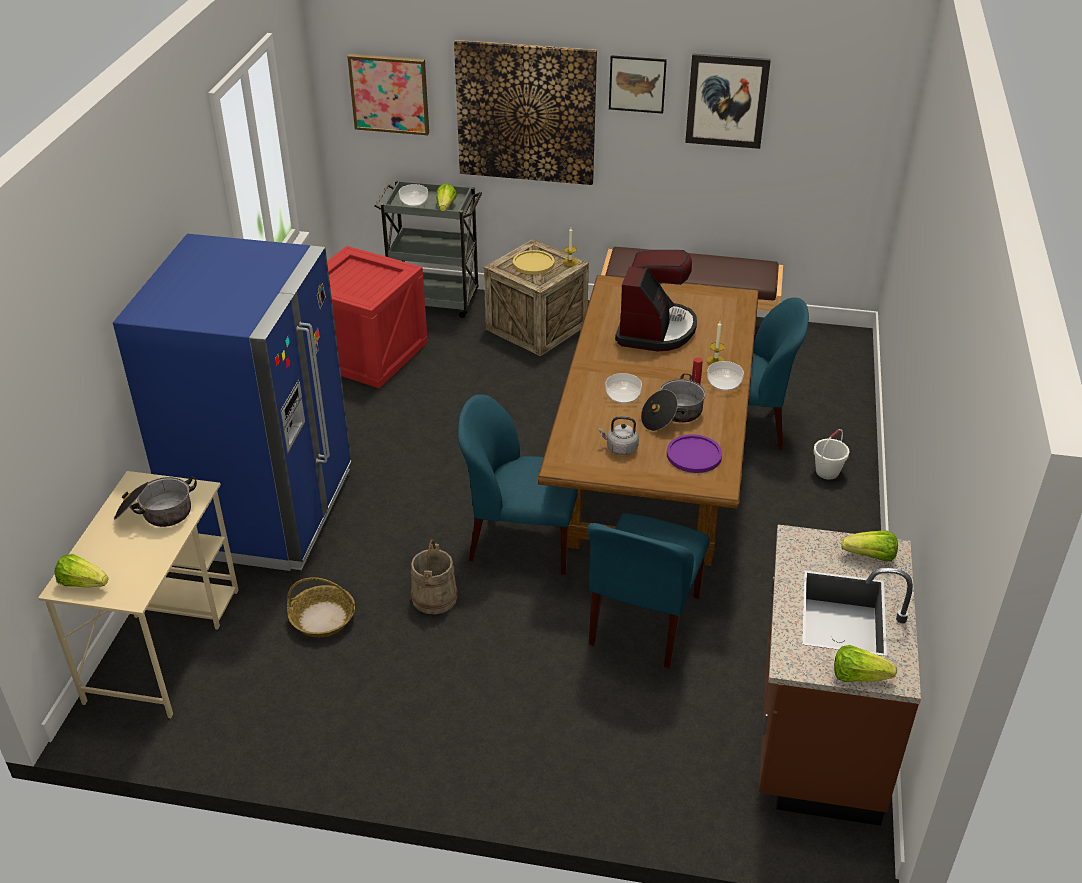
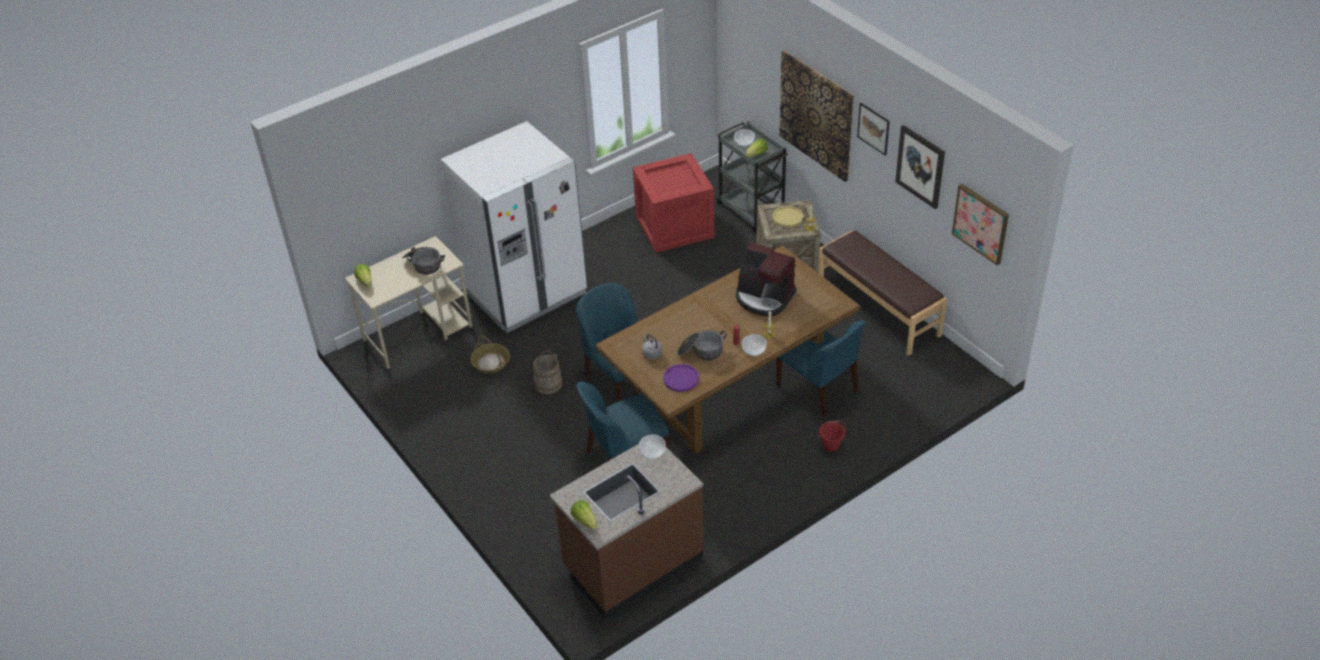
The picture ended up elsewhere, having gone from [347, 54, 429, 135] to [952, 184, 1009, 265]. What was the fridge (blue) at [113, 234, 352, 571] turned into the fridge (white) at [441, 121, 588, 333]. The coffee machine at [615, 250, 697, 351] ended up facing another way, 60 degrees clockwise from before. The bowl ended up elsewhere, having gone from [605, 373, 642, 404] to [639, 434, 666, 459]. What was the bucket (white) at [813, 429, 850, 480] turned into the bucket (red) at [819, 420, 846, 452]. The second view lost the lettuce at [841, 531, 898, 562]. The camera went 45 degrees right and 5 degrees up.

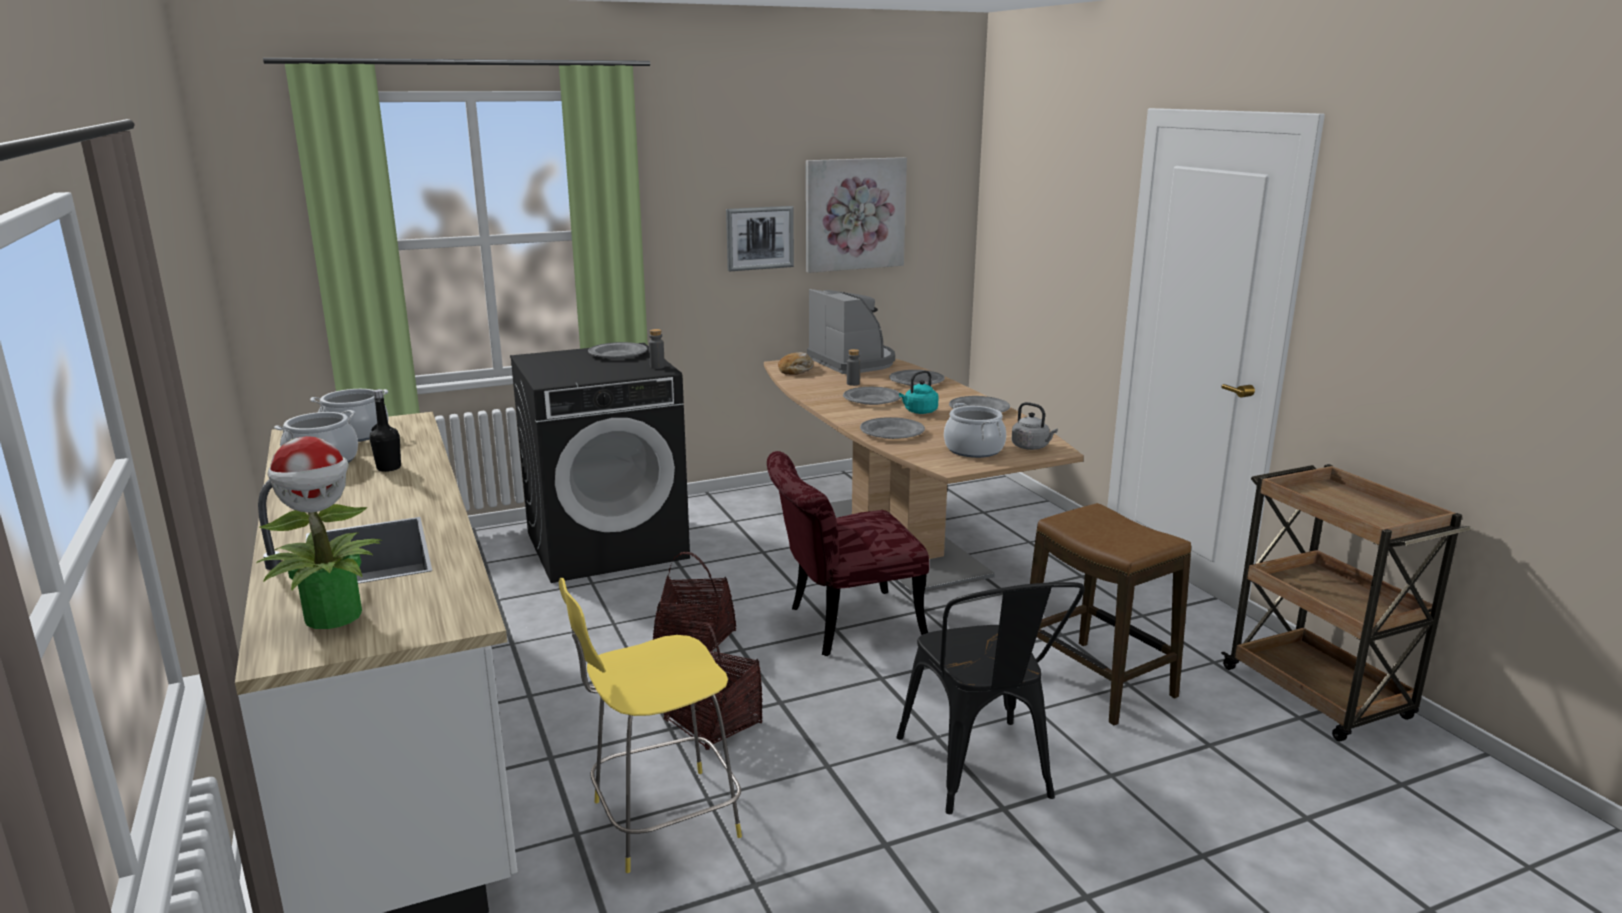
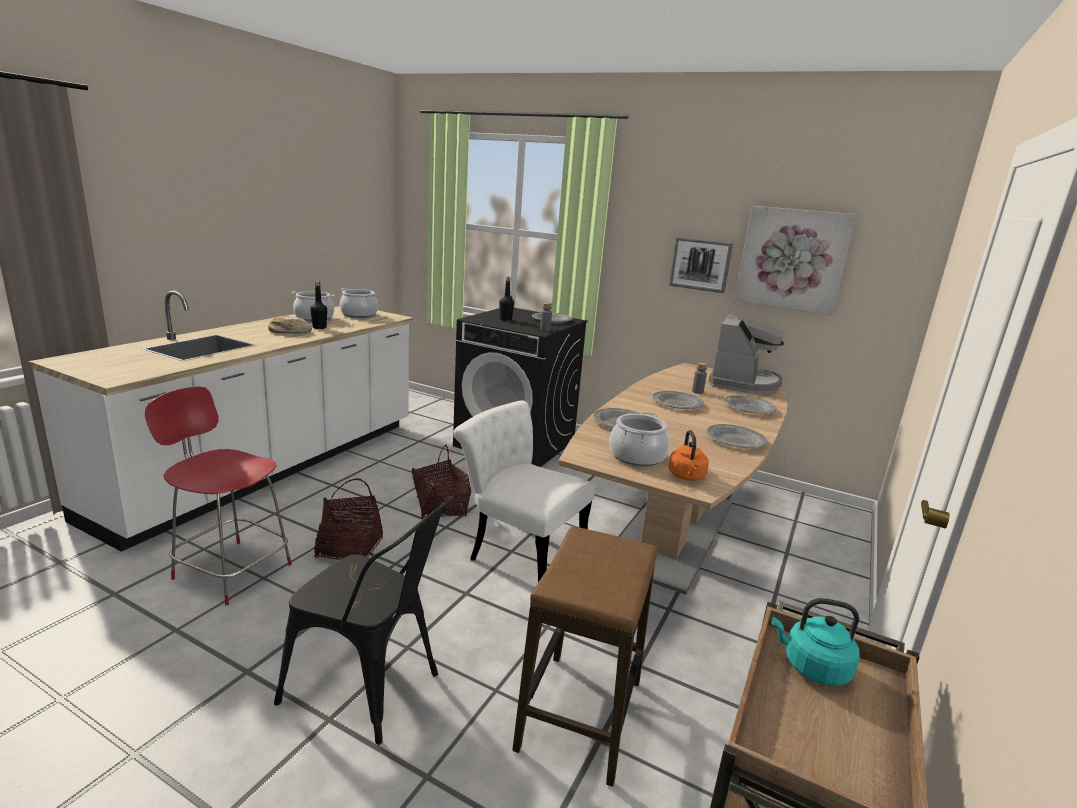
The bread ended up elsewhere, having gone from [778, 352, 813, 375] to [268, 316, 312, 334]. The kettle (turquoise) ended up elsewhere, having gone from [899, 370, 939, 414] to [772, 598, 860, 686]. What was the kettle (grey) at [1012, 402, 1058, 450] turned into the kettle (orange) at [669, 430, 709, 481]. The second view lost the potted plant at [256, 436, 382, 629]. What was the chair (red) at [767, 451, 929, 656] turned into the chair (white) at [453, 401, 595, 582]. What was the stool (yellow) at [559, 578, 742, 873] turned into the stool (red) at [145, 386, 292, 606]. The chair (black) at [896, 582, 1085, 814] ended up facing another way, 105 degrees counterclockwise from before. The second view gained the bottle (black) at [499, 276, 514, 321]. The camera went 50 degrees right and 0 degrees up.

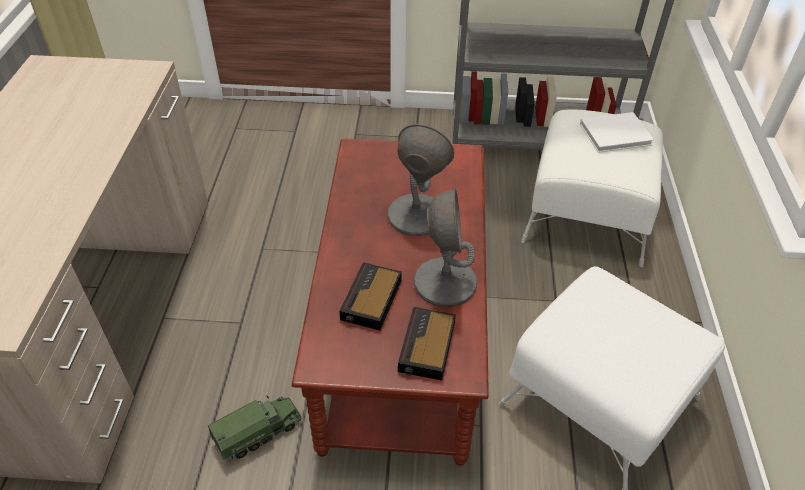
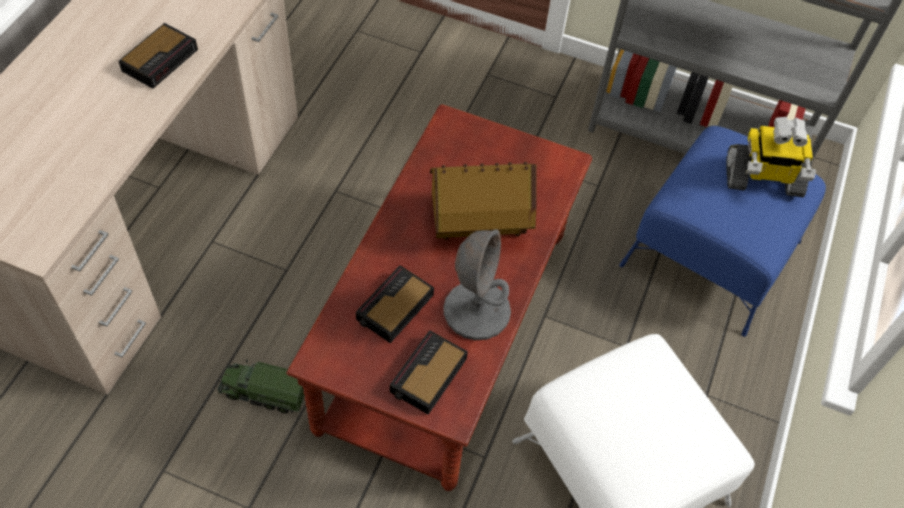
What was the ottoman (white) at [521, 109, 663, 267] turned into the ottoman (blue) at [619, 126, 826, 337]. Where the book (white) stood at [580, 112, 654, 153], the toy robot came to stand at [726, 117, 816, 197]. Where the table lamp (grey) stood at [387, 124, 454, 236], the toy house came to stand at [430, 162, 536, 240]. The toy truck at [208, 395, 301, 460] ended up facing another way, 150 degrees counterclockwise from before. The second view gained the alarm clock at [119, 23, 198, 89]. The camera went 15 degrees right and 10 degrees up.

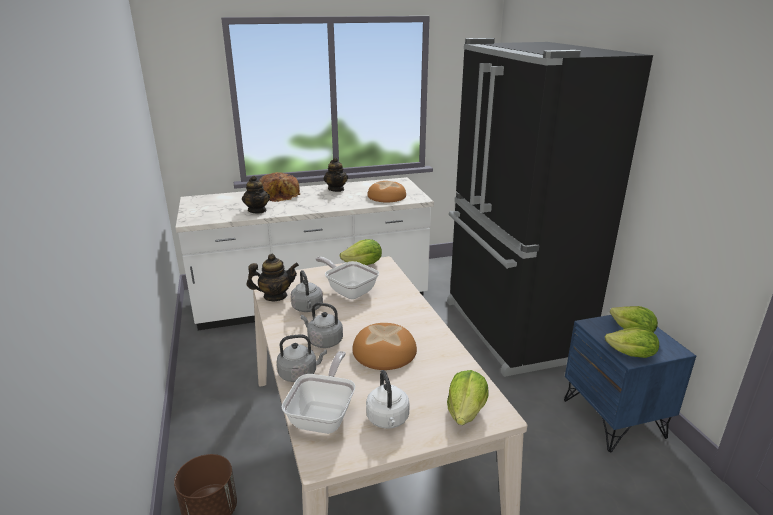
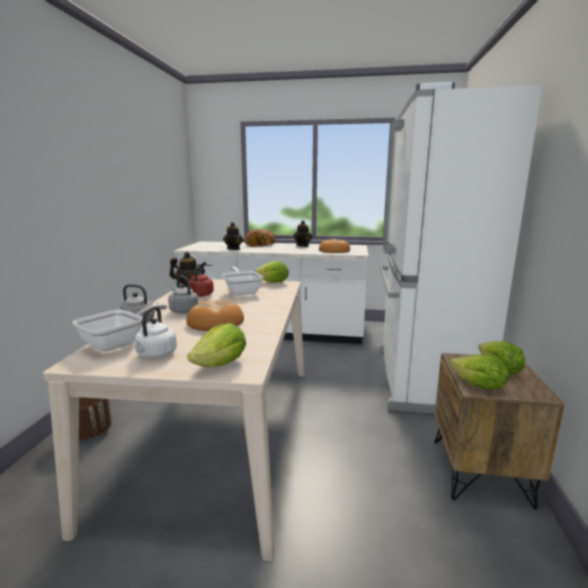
What was the fridge (black) at [447, 38, 653, 377] turned into the fridge (white) at [380, 82, 542, 414]. What was the kettle (grey) at [291, 270, 323, 312] turned into the kettle (red) at [189, 264, 214, 297]. What was the nightstand (blue) at [564, 315, 696, 452] turned into the nightstand (brown) at [435, 353, 565, 510]. The camera went 25 degrees right and 10 degrees down.

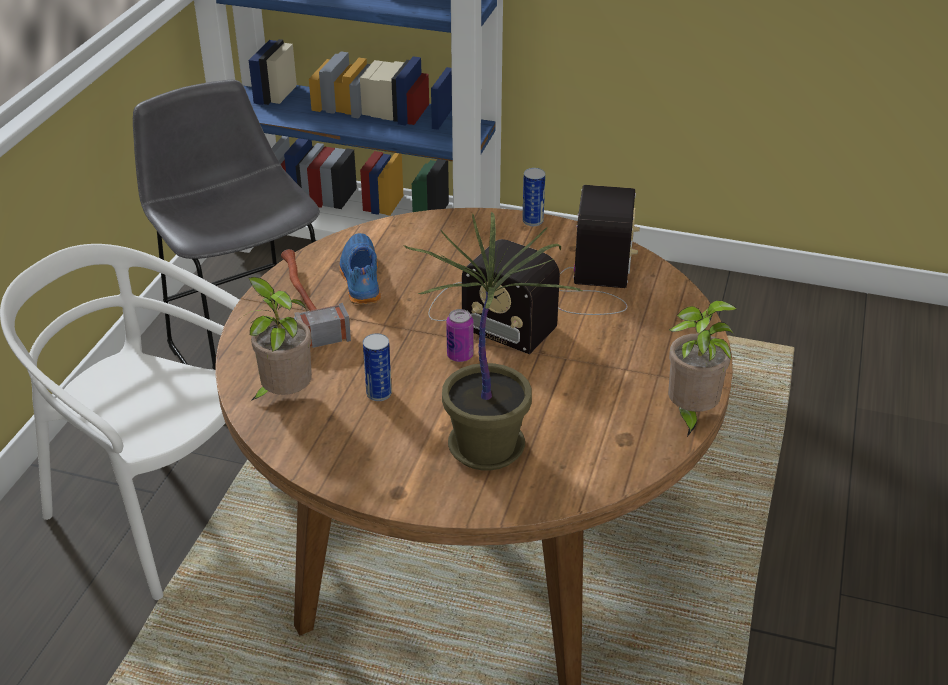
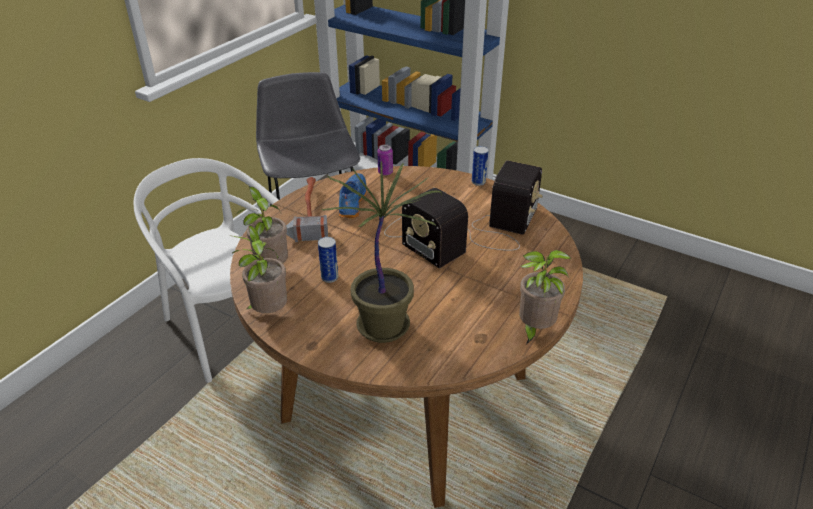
The can ended up elsewhere, having gone from [446, 309, 474, 362] to [377, 144, 393, 176]. The second view gained the potted plant at [229, 225, 287, 313]. The camera went 15 degrees right and 0 degrees up.

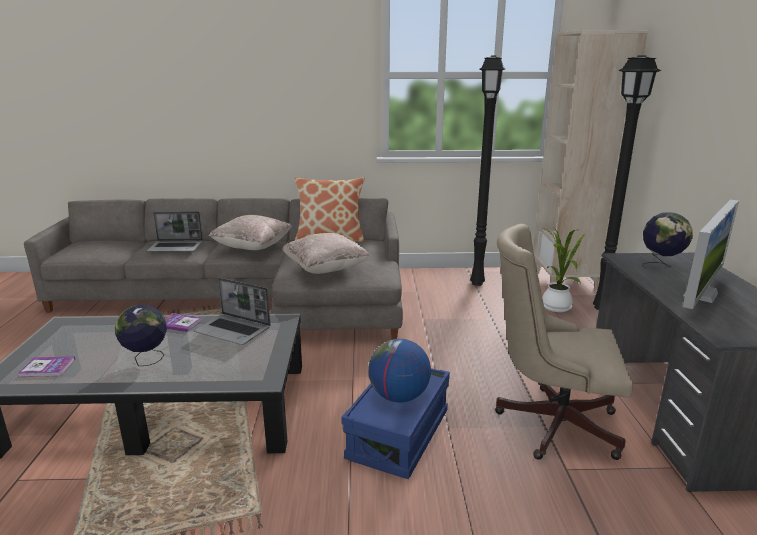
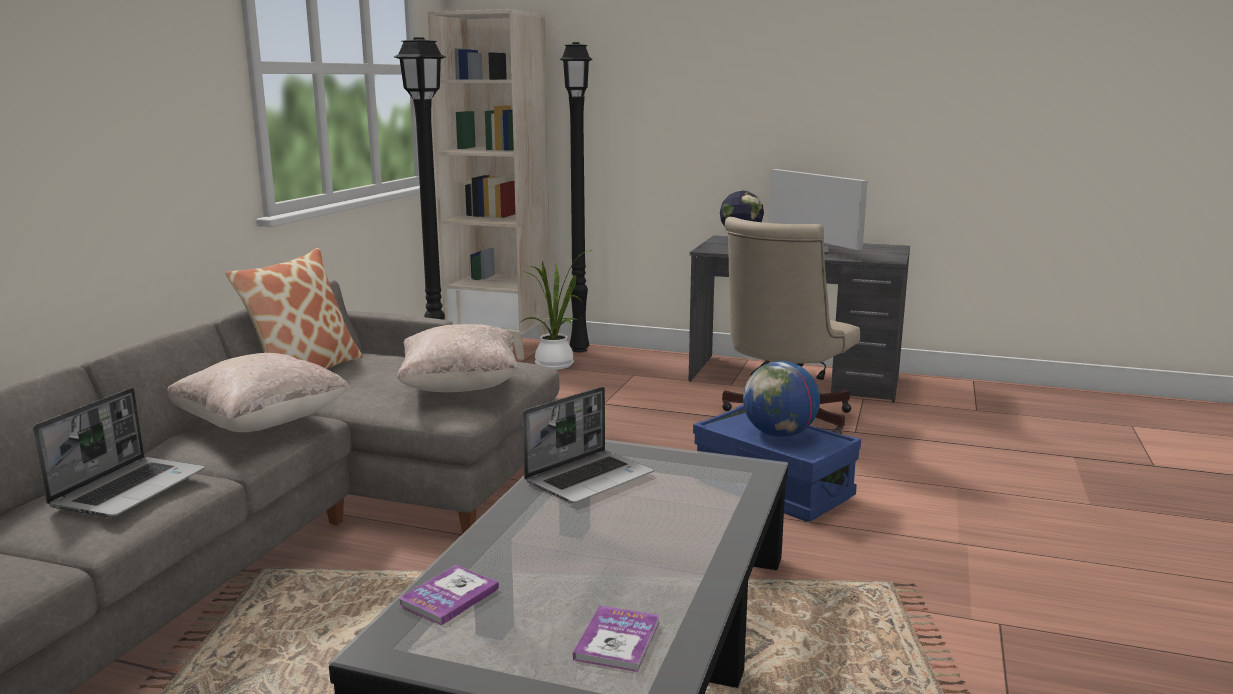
The second view lost the globe at [115, 305, 167, 366]. The book ended up elsewhere, having gone from [165, 313, 203, 332] to [398, 565, 499, 626]. The camera went 70 degrees left and 5 degrees down.

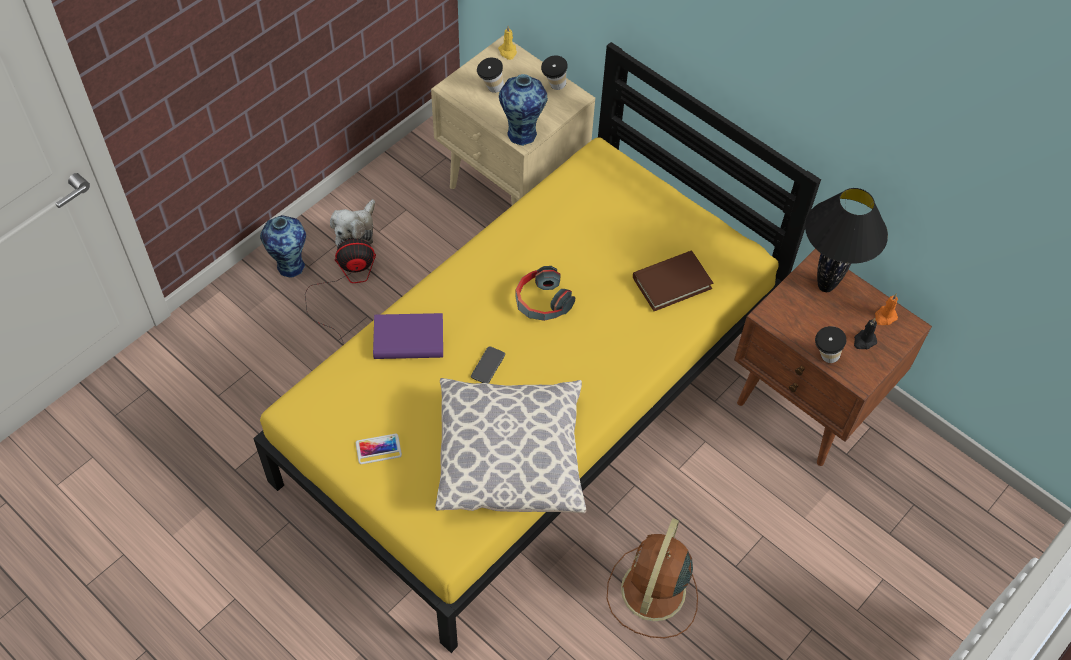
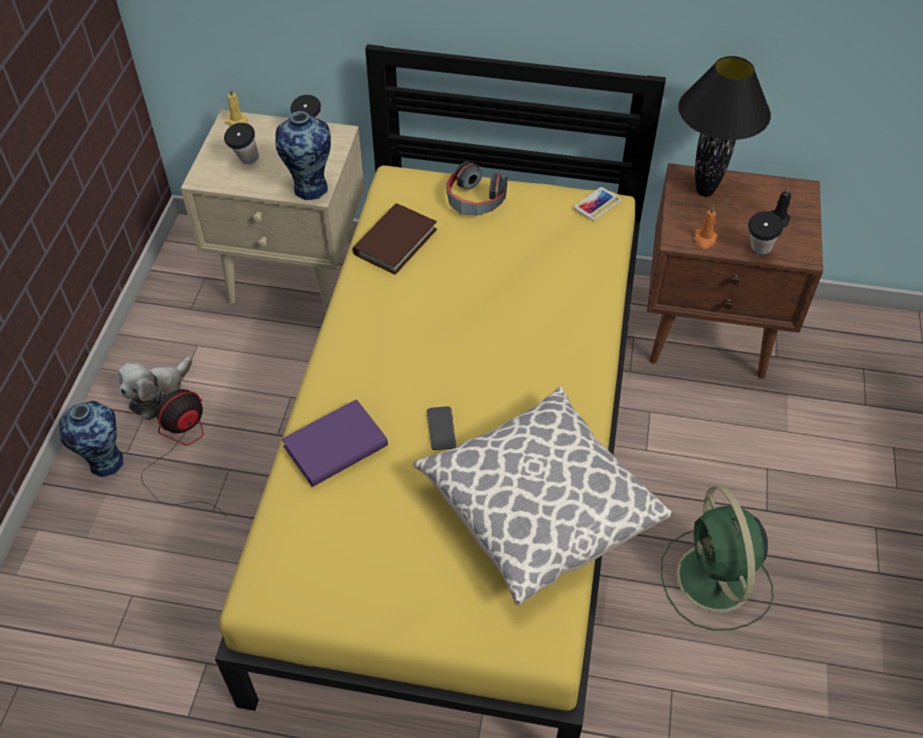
The plush toy at [330, 199, 375, 248] ended up facing another way, 45 degrees clockwise from before. The book (brown) ended up elsewhere, having gone from [633, 251, 713, 311] to [352, 203, 437, 274]. The headphones ended up elsewhere, having gone from [515, 266, 575, 321] to [447, 161, 507, 216]. The candle (orange) ended up elsewhere, having gone from [875, 294, 898, 325] to [694, 205, 718, 249]. The phone ended up elsewhere, having gone from [356, 434, 402, 464] to [574, 187, 621, 220]. What was the fan (brown) at [607, 518, 698, 638] turned into the fan (green) at [661, 486, 773, 630]. The camera went 30 degrees left and 5 degrees down.

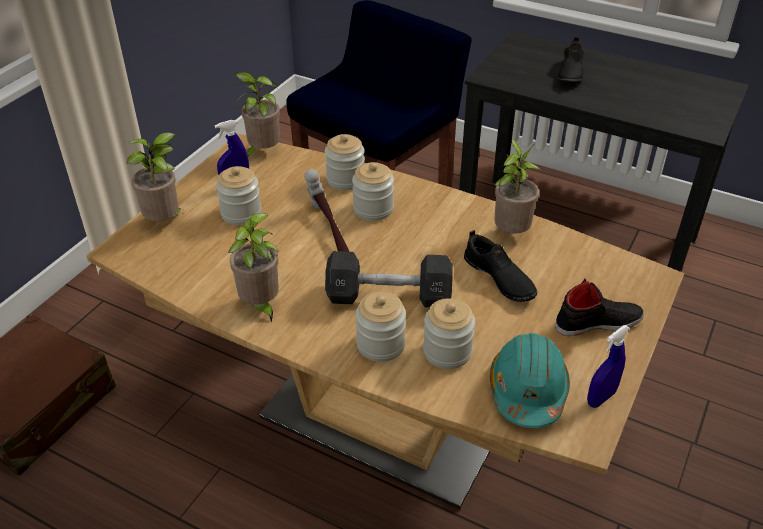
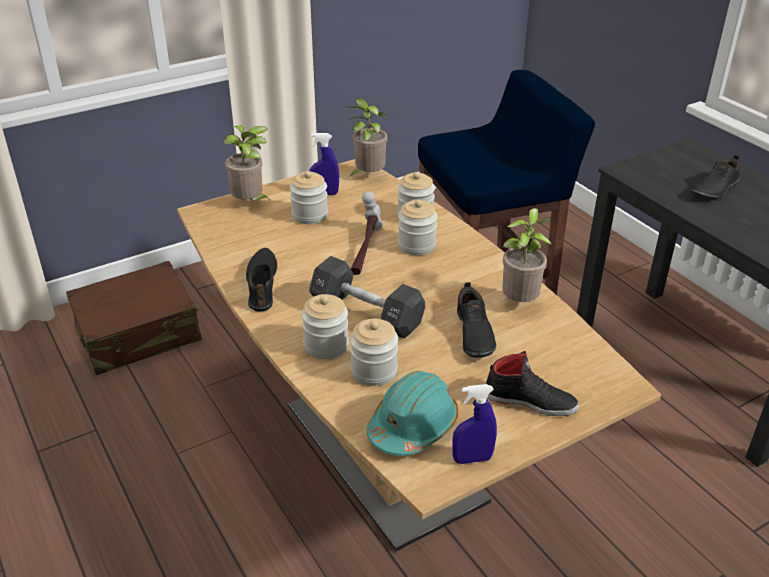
Where the potted plant stood at [228, 213, 280, 323], the shoe (black) came to stand at [246, 248, 277, 312]. The camera went 30 degrees right and 5 degrees down.

